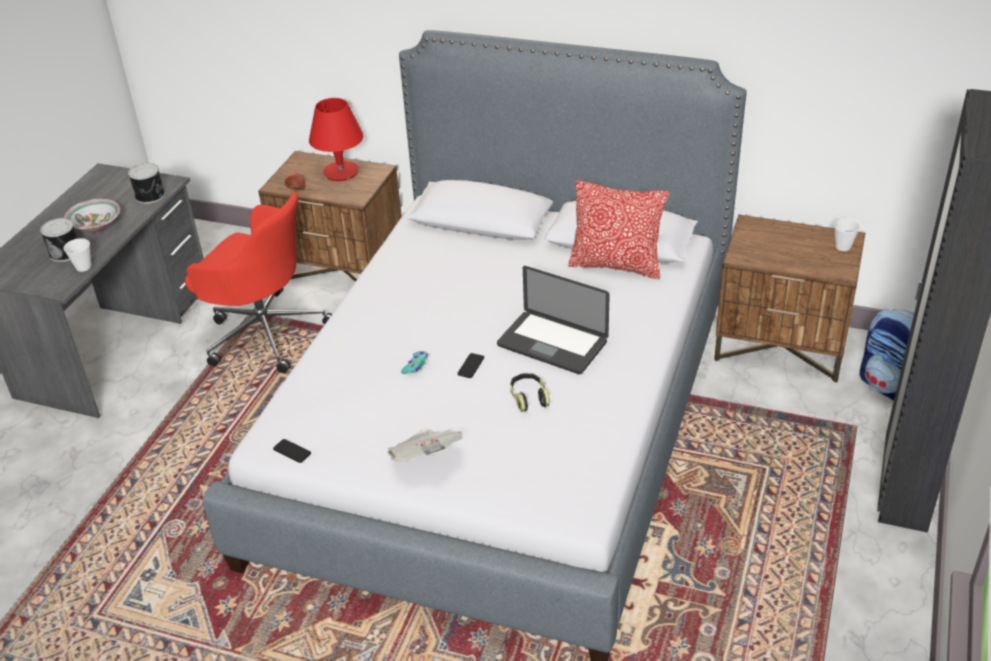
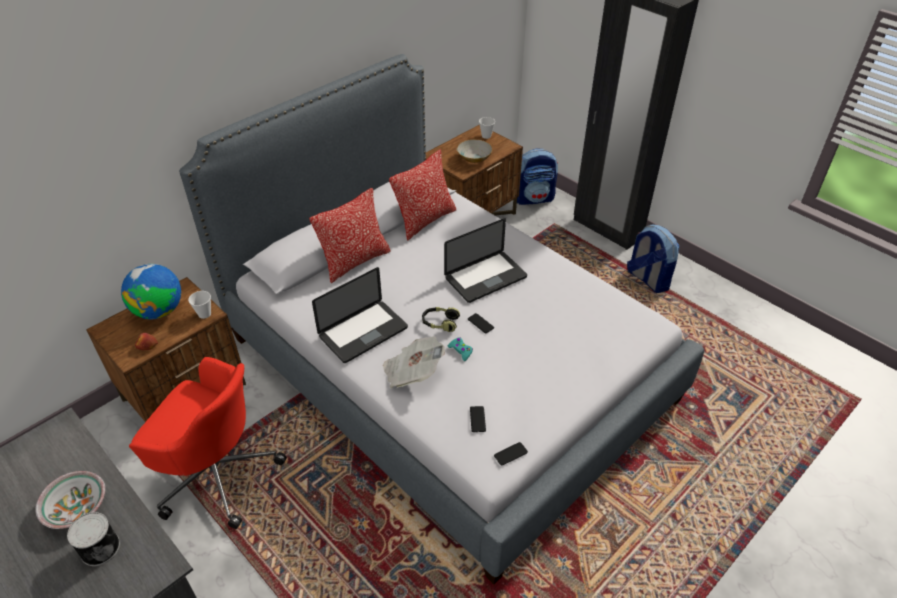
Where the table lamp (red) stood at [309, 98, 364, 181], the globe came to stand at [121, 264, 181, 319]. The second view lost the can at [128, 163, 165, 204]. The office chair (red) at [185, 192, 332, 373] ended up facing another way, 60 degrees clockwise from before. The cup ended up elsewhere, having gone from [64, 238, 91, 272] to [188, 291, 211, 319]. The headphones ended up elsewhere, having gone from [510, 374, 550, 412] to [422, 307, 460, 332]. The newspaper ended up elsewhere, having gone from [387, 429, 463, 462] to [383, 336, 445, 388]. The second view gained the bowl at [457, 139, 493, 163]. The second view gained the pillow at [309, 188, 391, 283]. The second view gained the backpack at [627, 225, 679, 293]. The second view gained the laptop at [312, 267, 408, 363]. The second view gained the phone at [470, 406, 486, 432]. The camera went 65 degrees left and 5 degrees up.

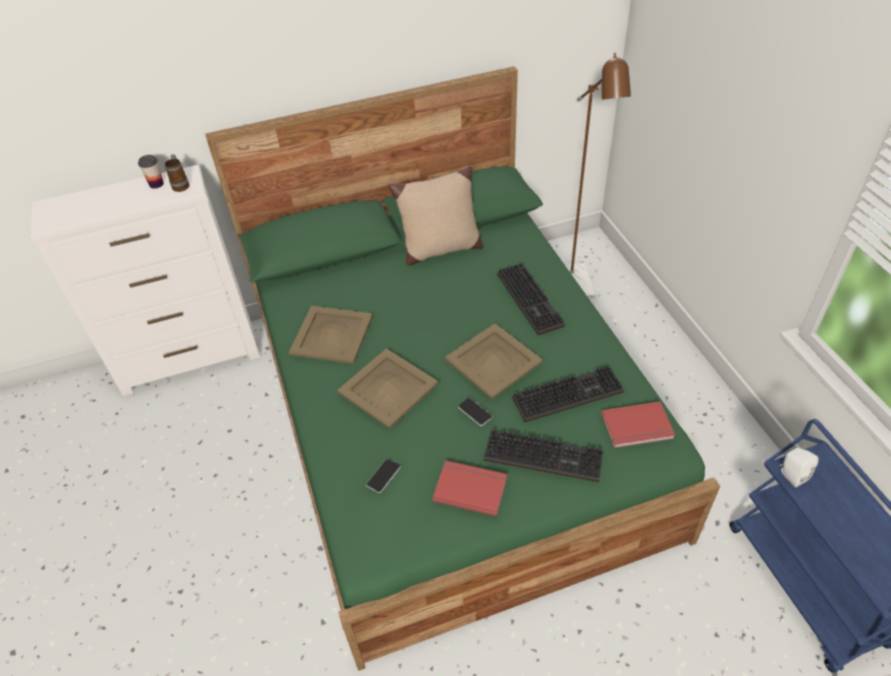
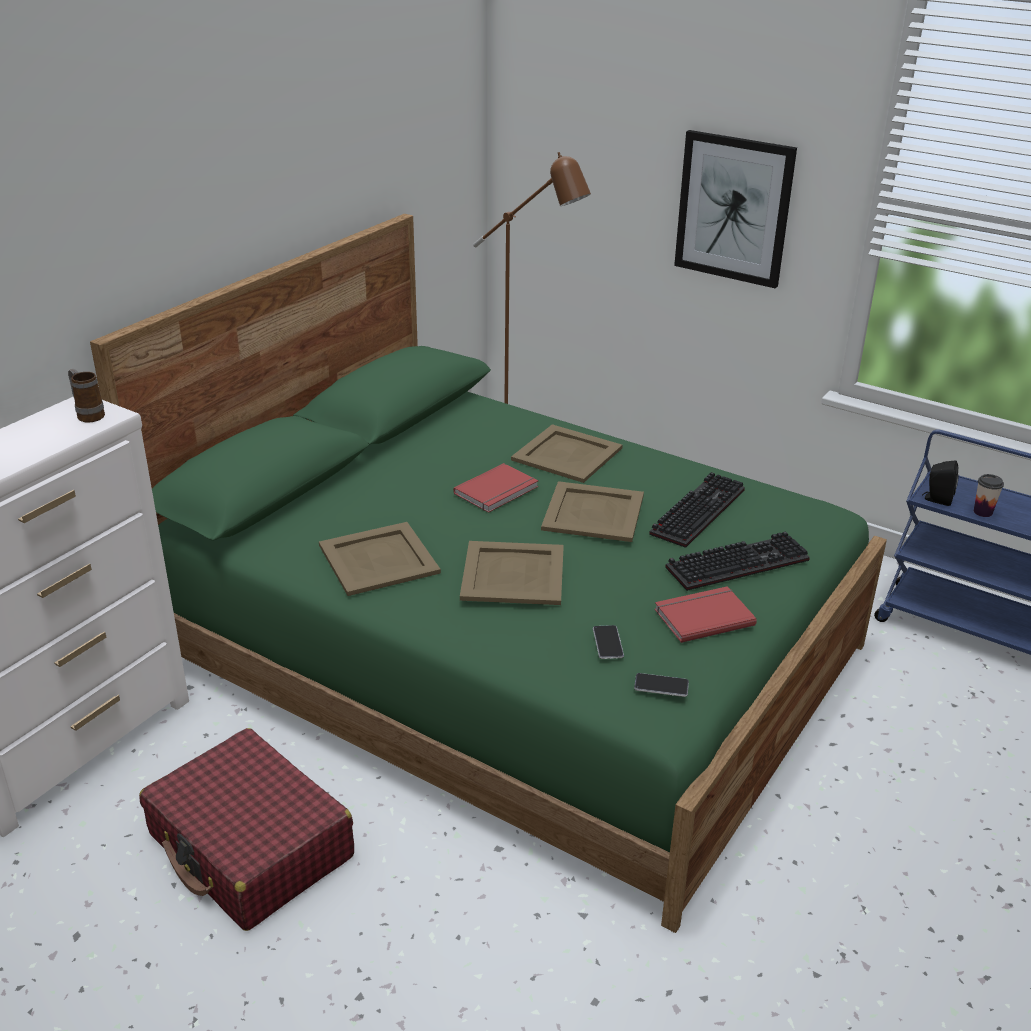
The cup ended up elsewhere, having gone from [138, 155, 164, 189] to [974, 474, 1004, 517]. The second view lost the pillow (beige) at [388, 165, 484, 265]. Where the keyboard stood at [497, 263, 565, 335], the tray (beige) came to stand at [511, 424, 623, 483]. The phone ended up elsewhere, having gone from [458, 398, 492, 426] to [634, 673, 689, 697]. The book (red) ended up elsewhere, having gone from [601, 402, 675, 448] to [453, 463, 538, 513]. What was the speaker (white) at [780, 448, 818, 488] turned into the speaker (black) at [922, 460, 959, 506]. The second view gained the picture at [674, 130, 797, 288]. The second view gained the suitcase (red) at [139, 728, 354, 931]. The camera went 40 degrees left and 15 degrees down.

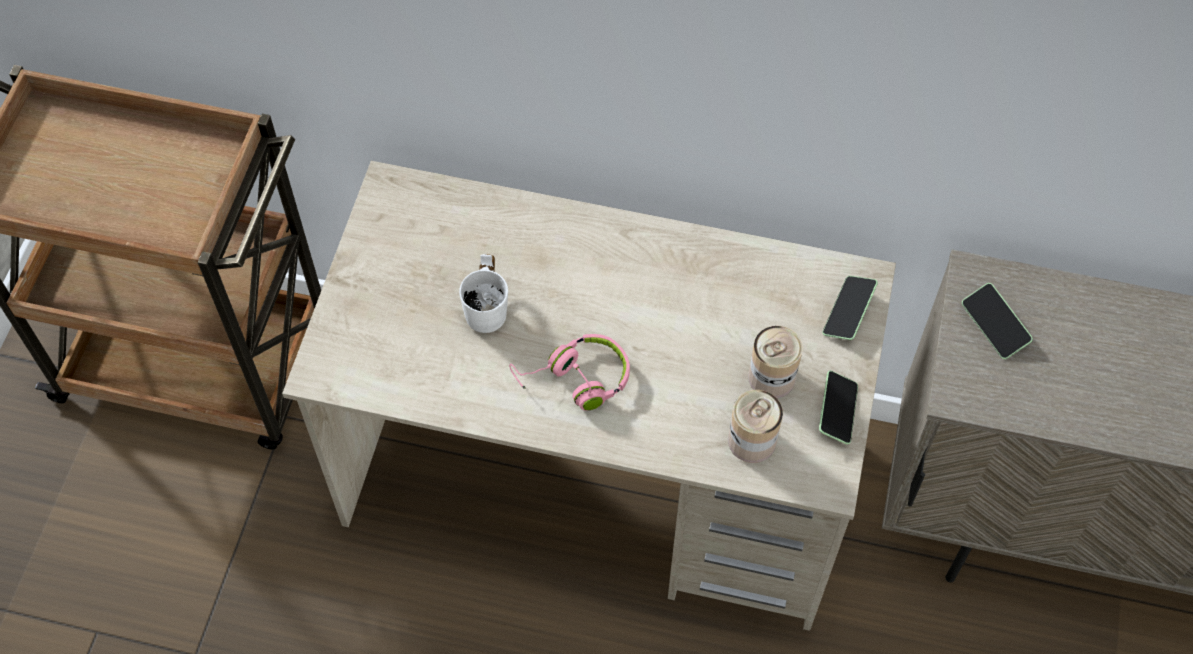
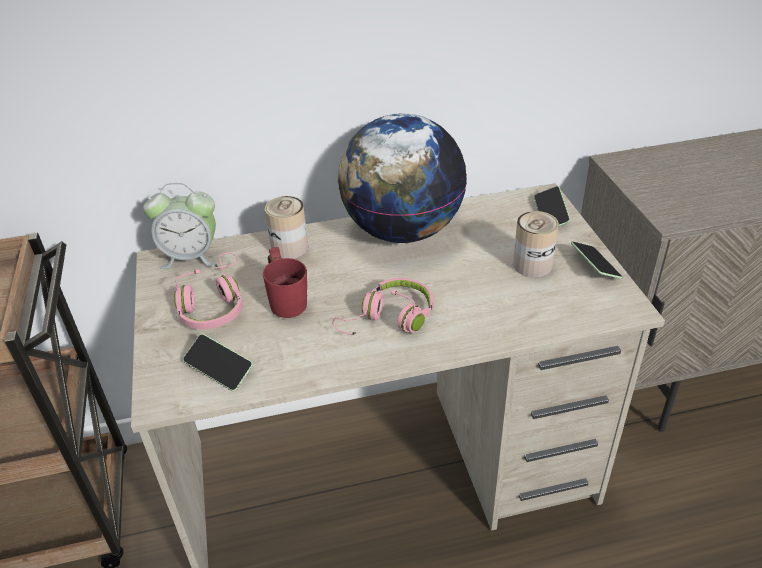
What was the mug (white) at [459, 254, 508, 333] turned into the mug (red) at [263, 247, 307, 318]. The phone ended up elsewhere, having gone from [962, 283, 1033, 359] to [183, 334, 253, 391]. The can ended up elsewhere, having gone from [728, 390, 783, 463] to [265, 196, 308, 259]. The second view gained the globe at [338, 113, 467, 243]. The second view gained the alarm clock at [143, 183, 218, 269]. The second view gained the headphones (pink) at [174, 252, 243, 329]. The camera went 25 degrees left and 20 degrees down.

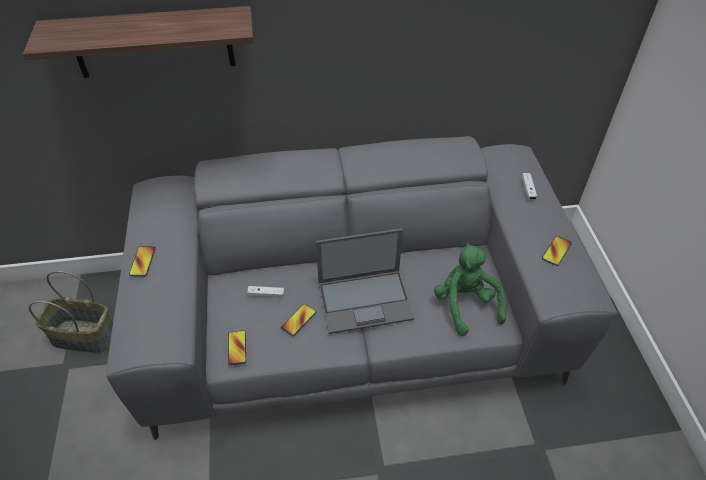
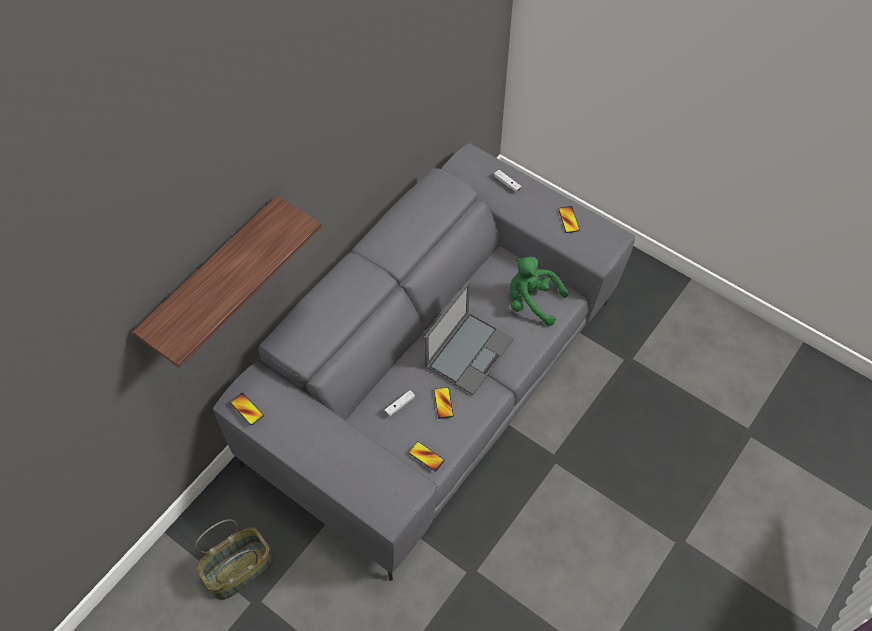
The phone ended up elsewhere, having gone from [129, 246, 156, 276] to [230, 393, 264, 425]. The camera went 45 degrees left and 10 degrees up.

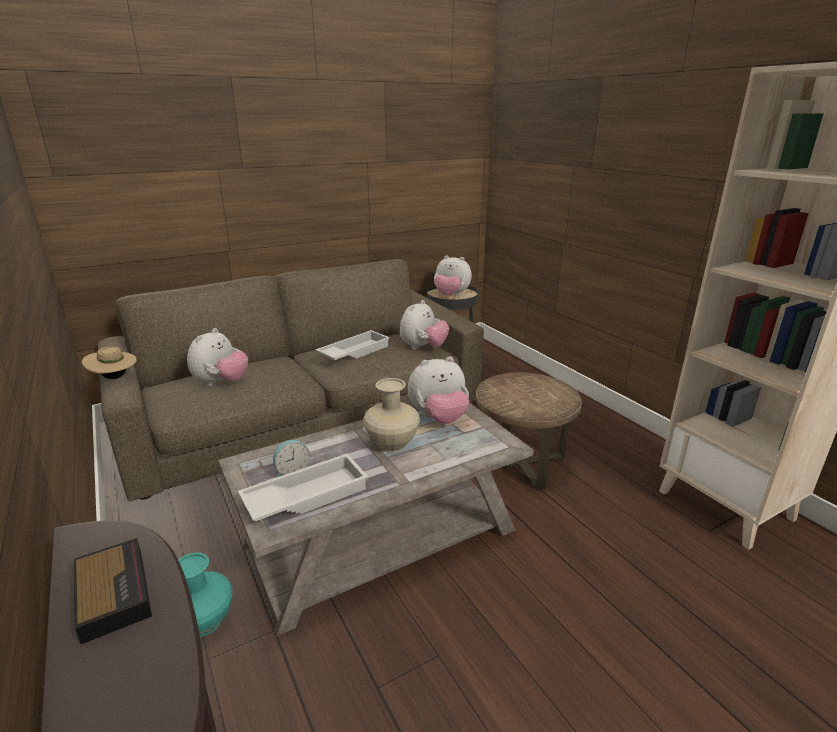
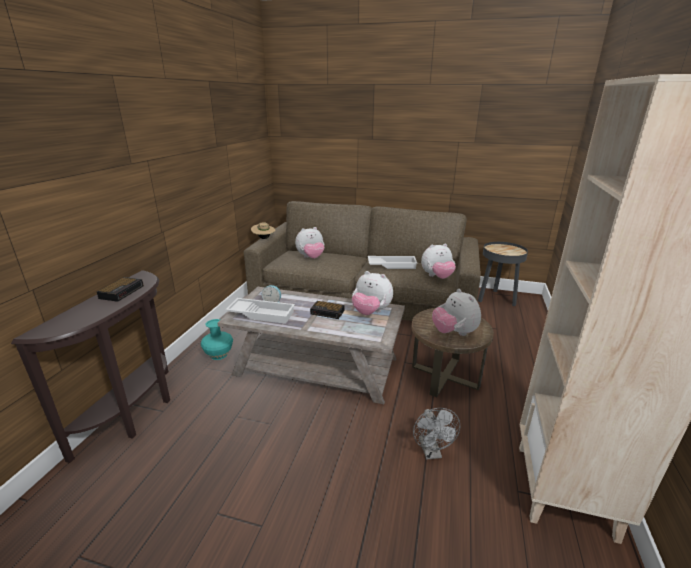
The plush toy ended up elsewhere, having gone from [434, 255, 472, 296] to [432, 289, 481, 336]. Where the vase (beige) stood at [363, 378, 420, 453], the alarm clock came to stand at [310, 301, 344, 319]. The second view gained the fan (grey) at [413, 408, 460, 460]. The camera went 45 degrees right and 0 degrees up.

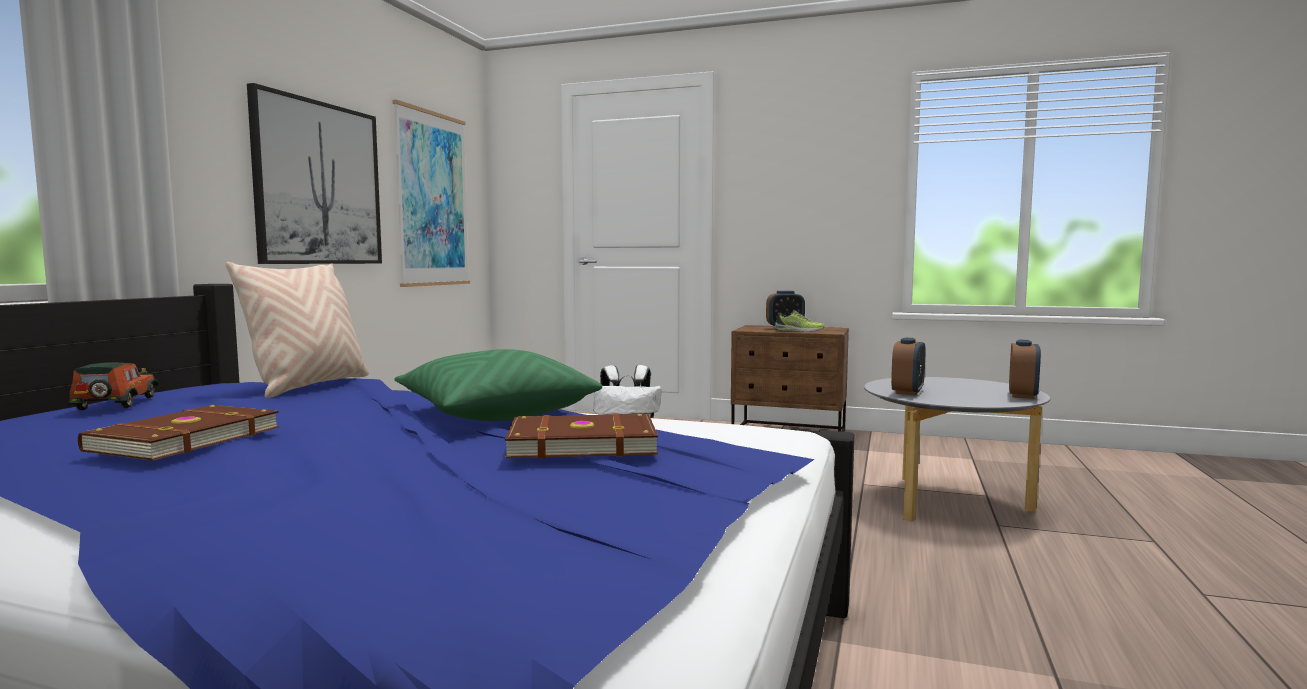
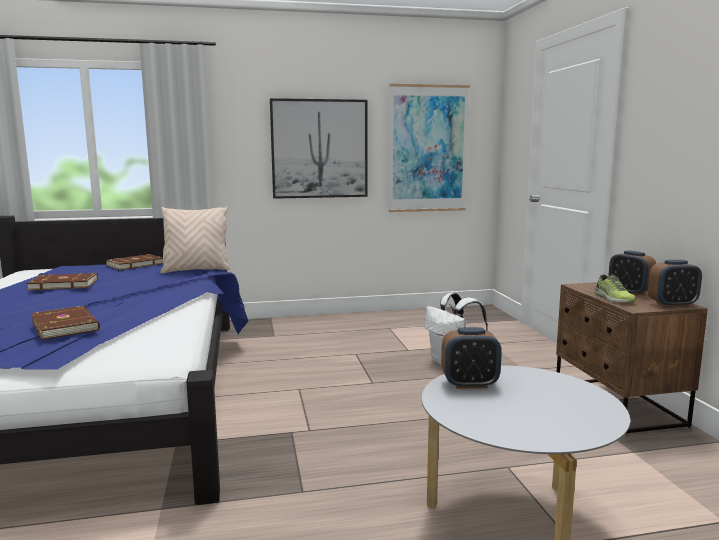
The alarm clock ended up elsewhere, having gone from [1009, 340, 1041, 399] to [648, 260, 702, 307]. The second view lost the pillow (green) at [394, 349, 602, 421]. Where the toy car stood at [69, 362, 159, 410], the book (brown) came to stand at [106, 254, 163, 270]. The camera went 60 degrees right and 5 degrees up.

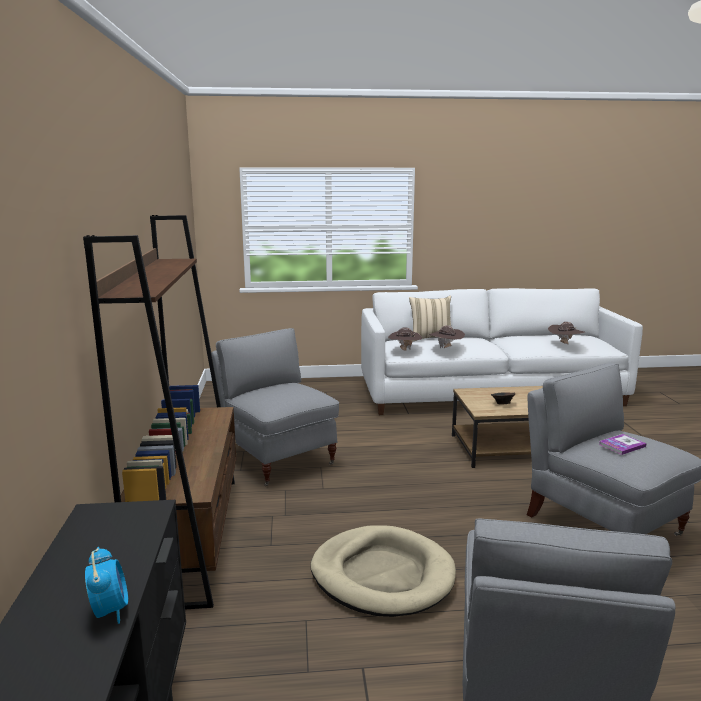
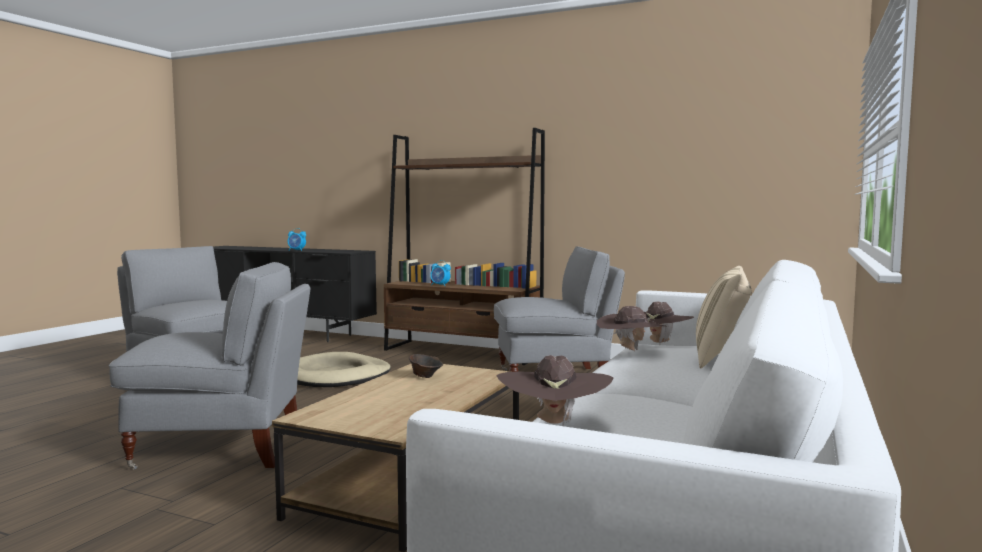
The second view lost the book at [599, 434, 646, 455]. The second view gained the alarm clock at [430, 260, 451, 286]. The camera went 120 degrees right and 10 degrees down.

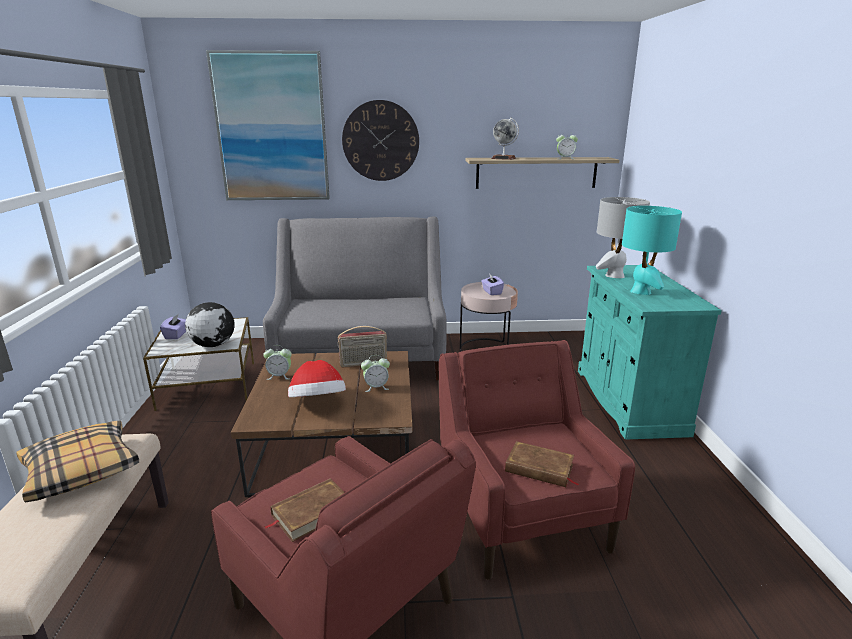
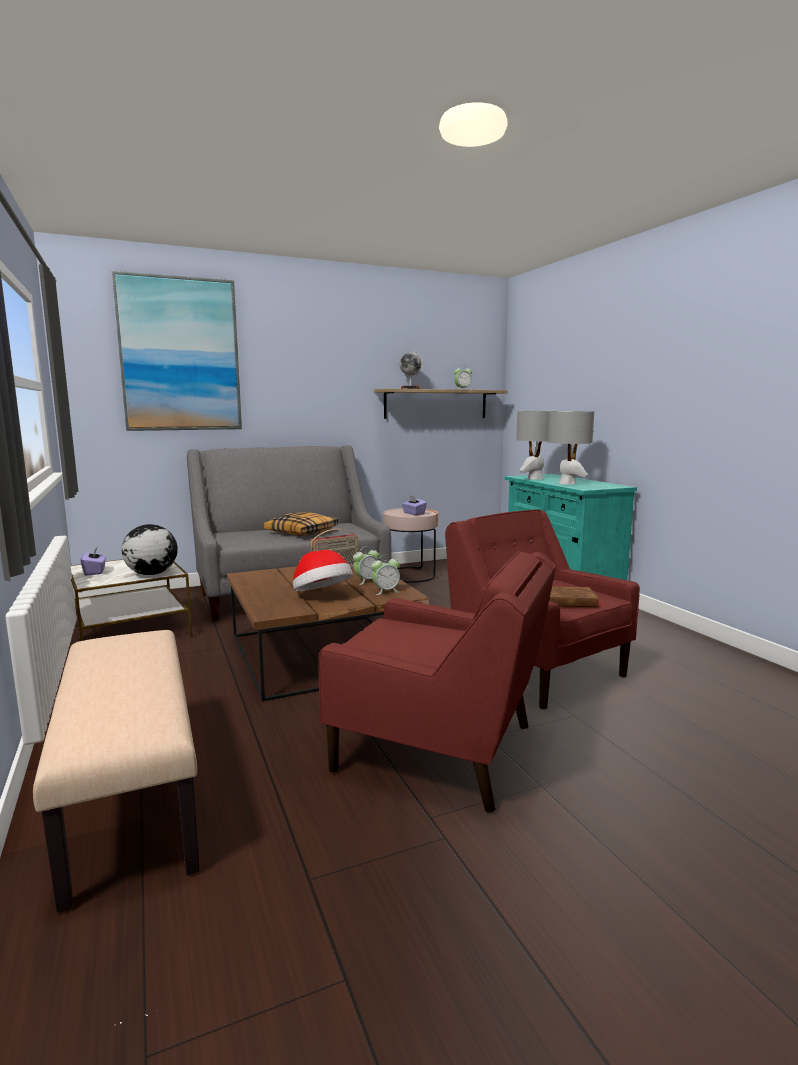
The second view lost the wall clock at [342, 100, 419, 181]. What was the table lamp (turquoise) at [622, 206, 682, 295] turned into the table lamp (grey) at [548, 411, 594, 485]. The alarm clock ended up elsewhere, having gone from [263, 345, 292, 380] to [371, 556, 400, 595]. The pillow ended up elsewhere, having gone from [16, 420, 139, 502] to [264, 512, 338, 536]. The second view lost the book (brown) at [264, 478, 345, 542]. The camera went 20 degrees left and 10 degrees down.

